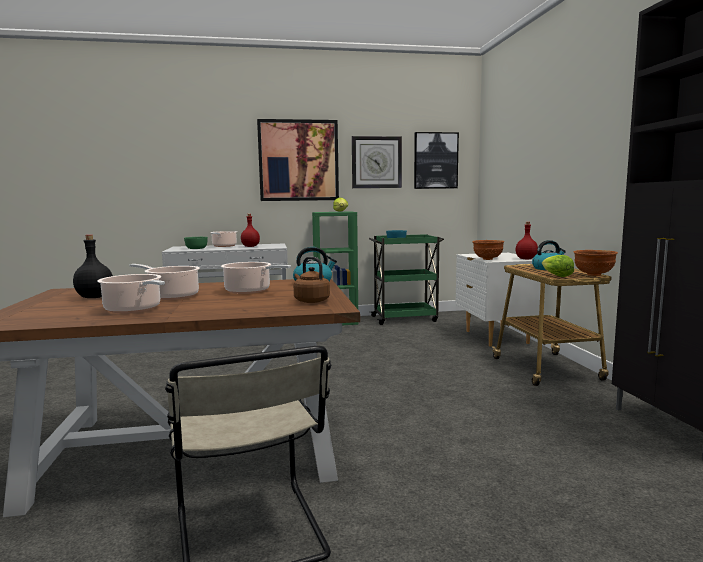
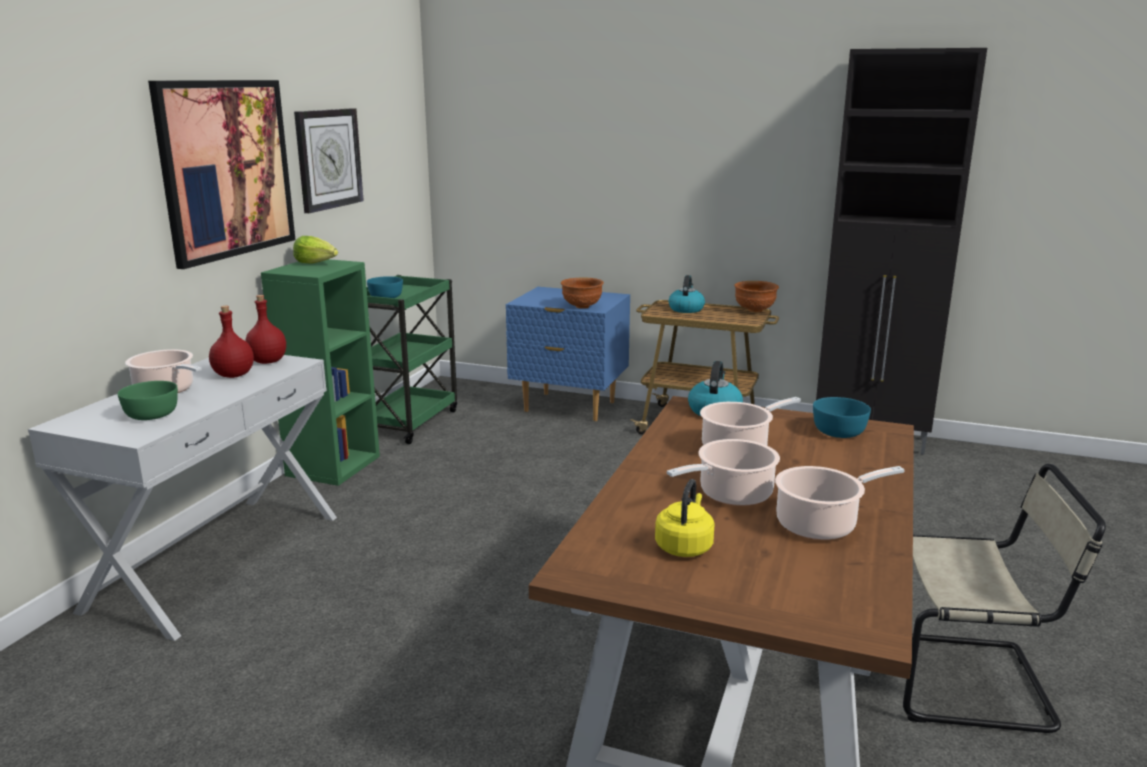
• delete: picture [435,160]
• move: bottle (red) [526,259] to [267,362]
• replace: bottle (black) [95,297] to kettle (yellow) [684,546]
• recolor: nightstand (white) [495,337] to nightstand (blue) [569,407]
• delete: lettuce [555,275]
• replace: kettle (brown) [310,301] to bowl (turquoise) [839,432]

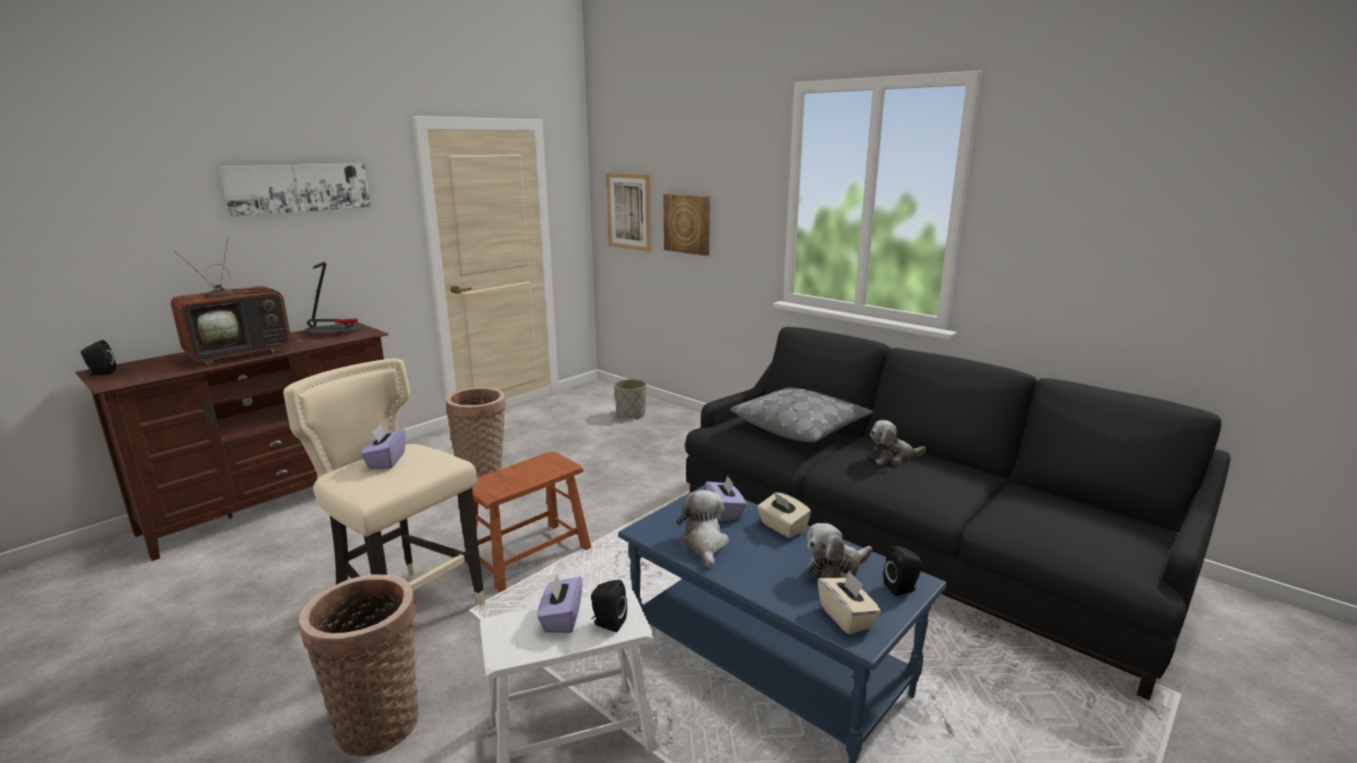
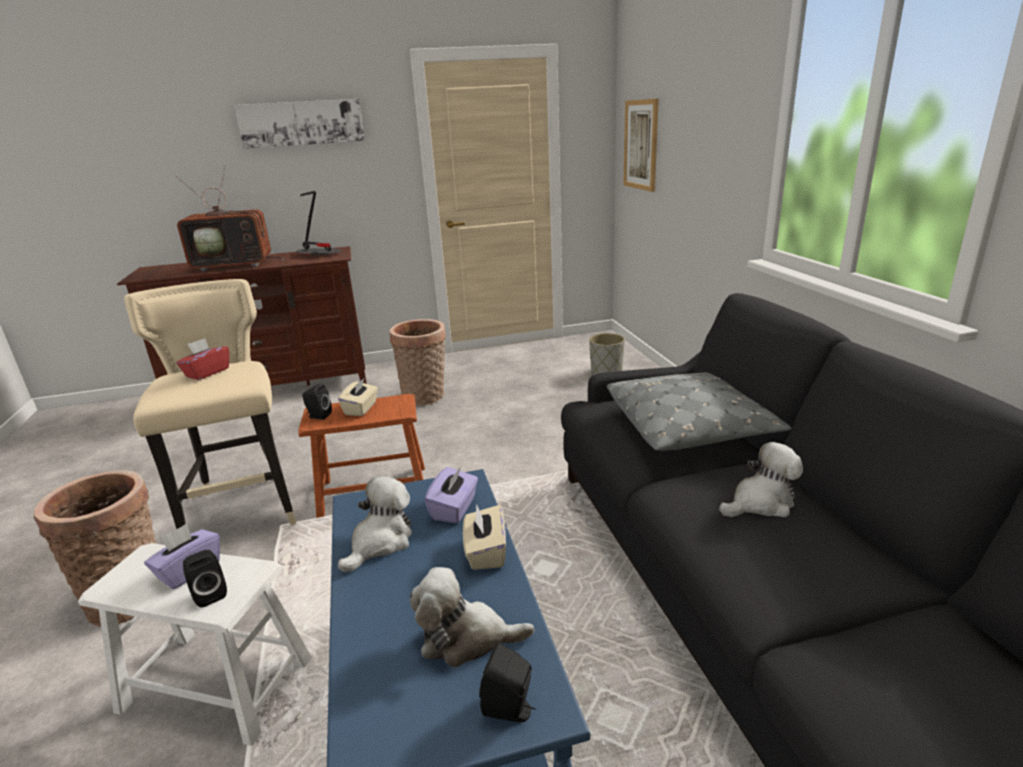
• delete: picture [687,224]
• move: speaker (black) [101,373] to [318,416]
• rotate: plush toy [892,458] = [761,503] 135 degrees clockwise
• recolor: tissue box (purple) [386,461] to tissue box (red) [207,372]
• move: tissue box (beige) [847,617] to [361,409]

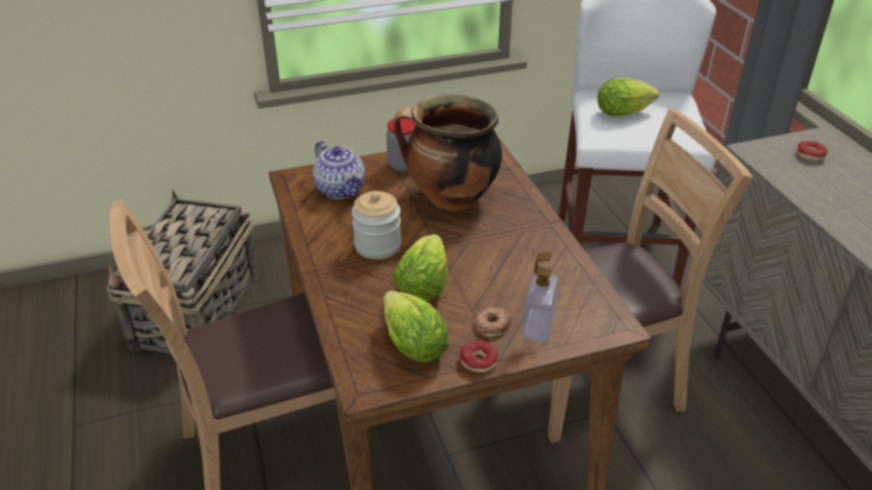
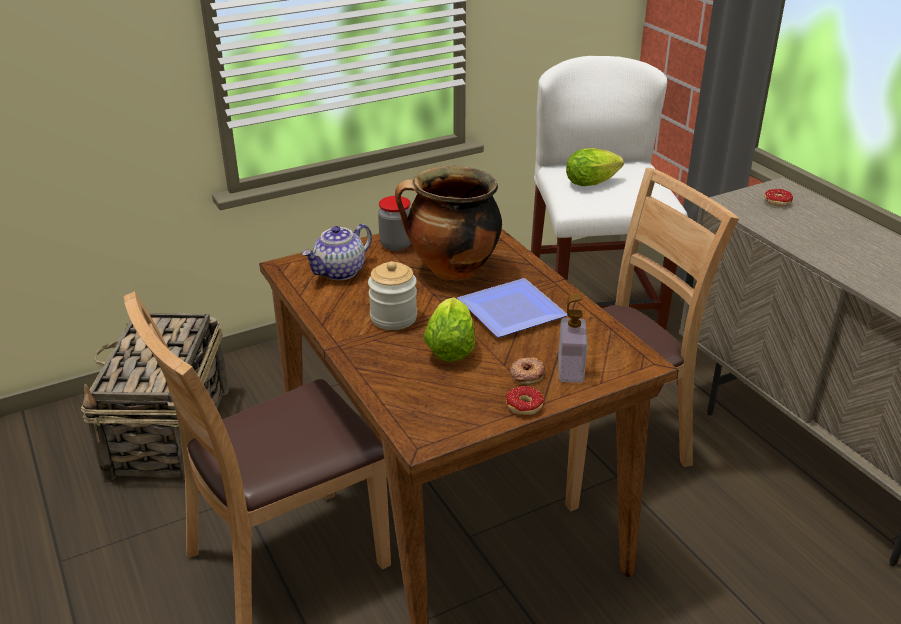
• rotate: teapot [341,189] = [340,272] 90 degrees clockwise
• delete: lettuce [411,342]
• insert: plate [510,313]

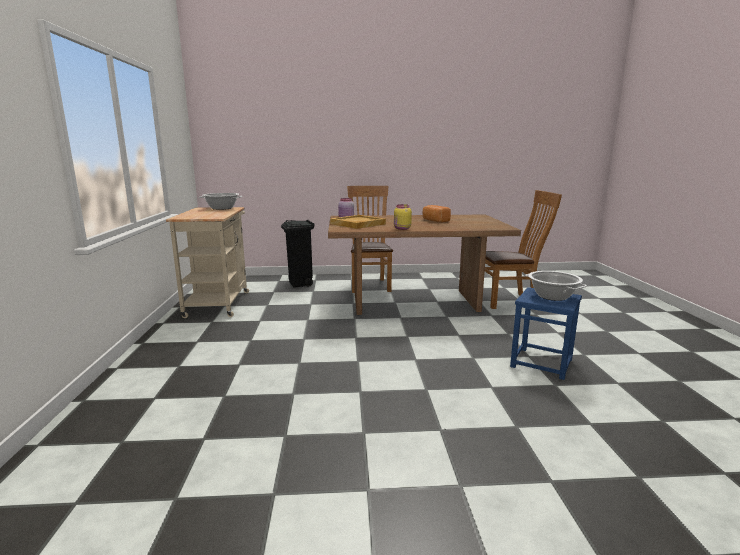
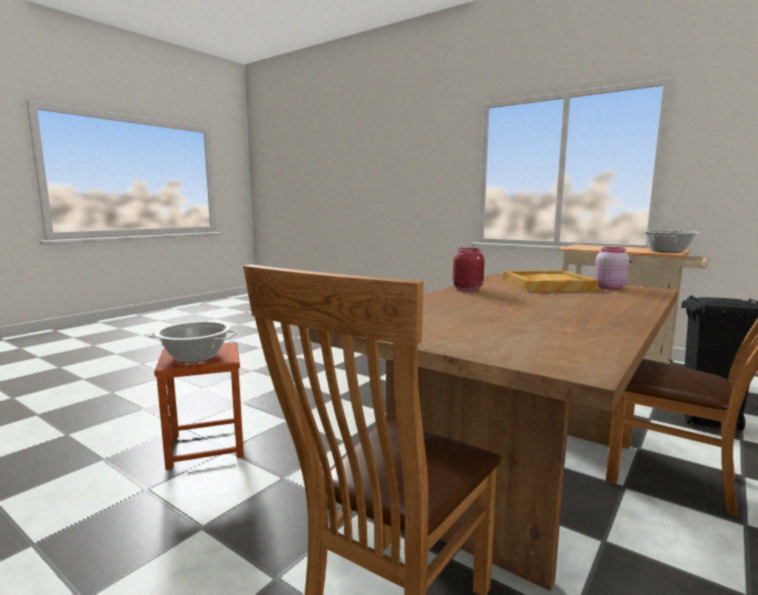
• recolor: jar (yellow) [402,228] to jar (red) [467,289]
• delete: bread [435,221]
• recolor: stool (blue) [541,363] to stool (brown) [206,447]

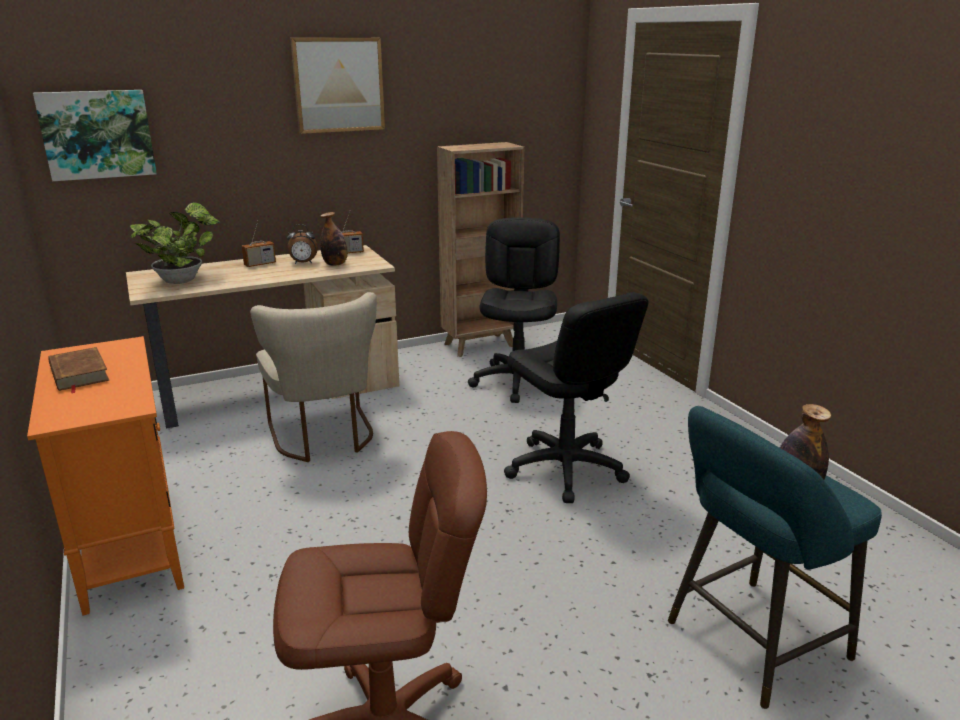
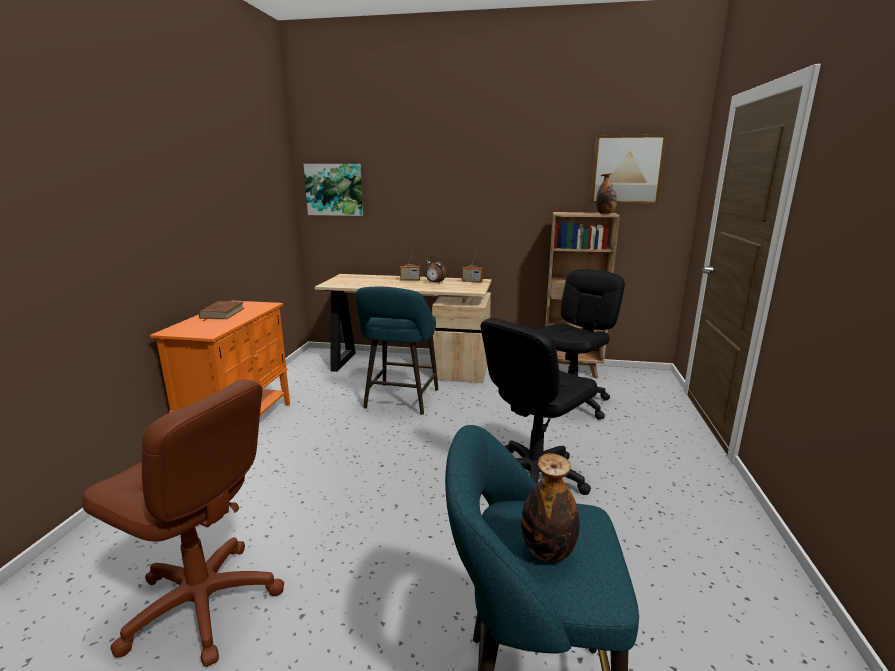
• move: picture [338,85] to [626,169]
• delete: potted plant [183,280]
• move: bottle [335,264] to [605,214]
• replace: chair (beige) [324,438] to stool (turquoise) [400,401]
• rotate: office chair (black) [565,469] = [533,477] 45 degrees clockwise

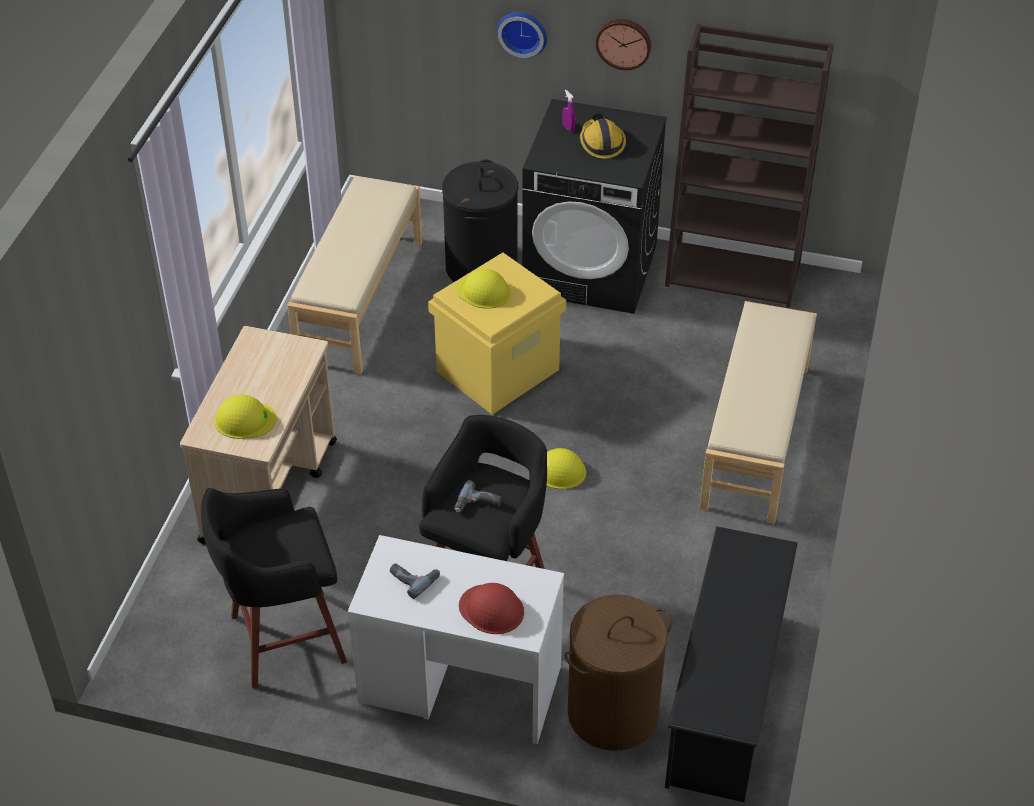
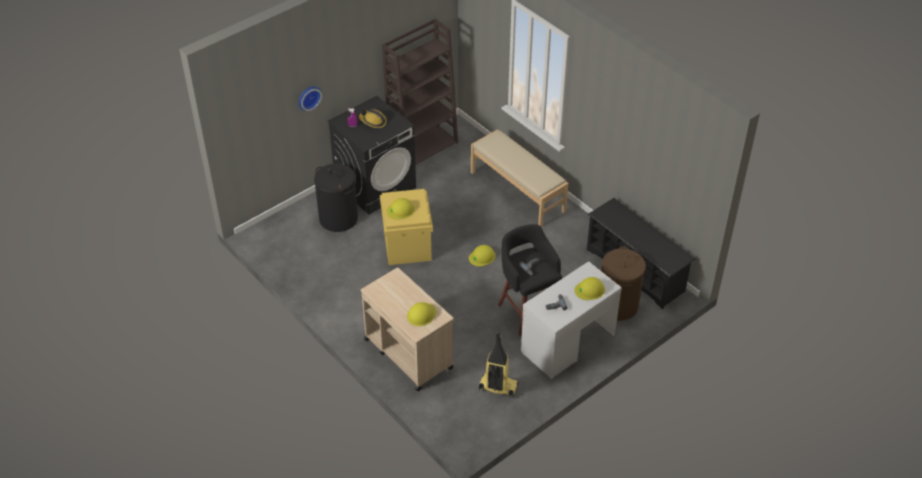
• delete: wall clock [624,43]
• delete: bench (beige) [359,300]
• replace: stool (black) [283,639] to vacuum cleaner [497,387]
• recolor: hard hat (red) [491,609] to hard hat (yellow) [590,290]

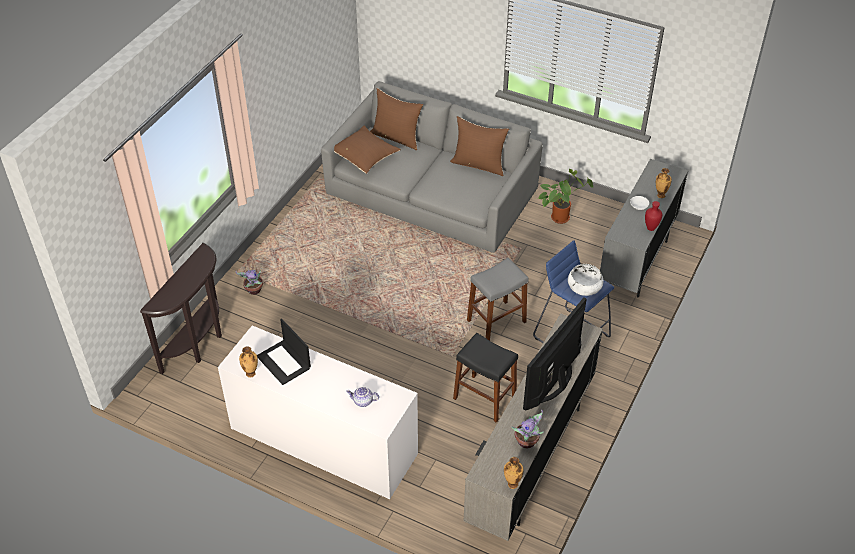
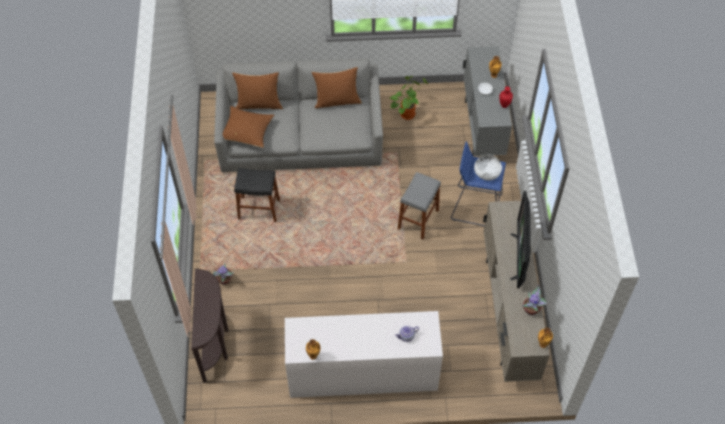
• delete: laptop [284,362]
• move: stool (black) [484,398] to [259,209]

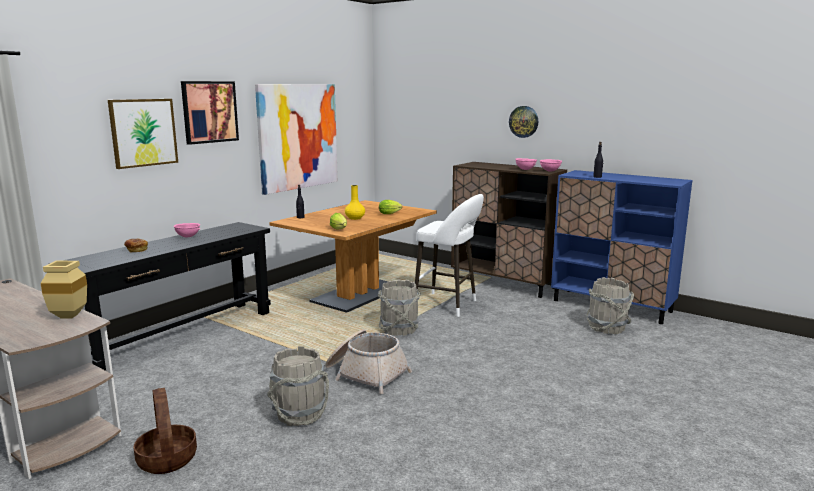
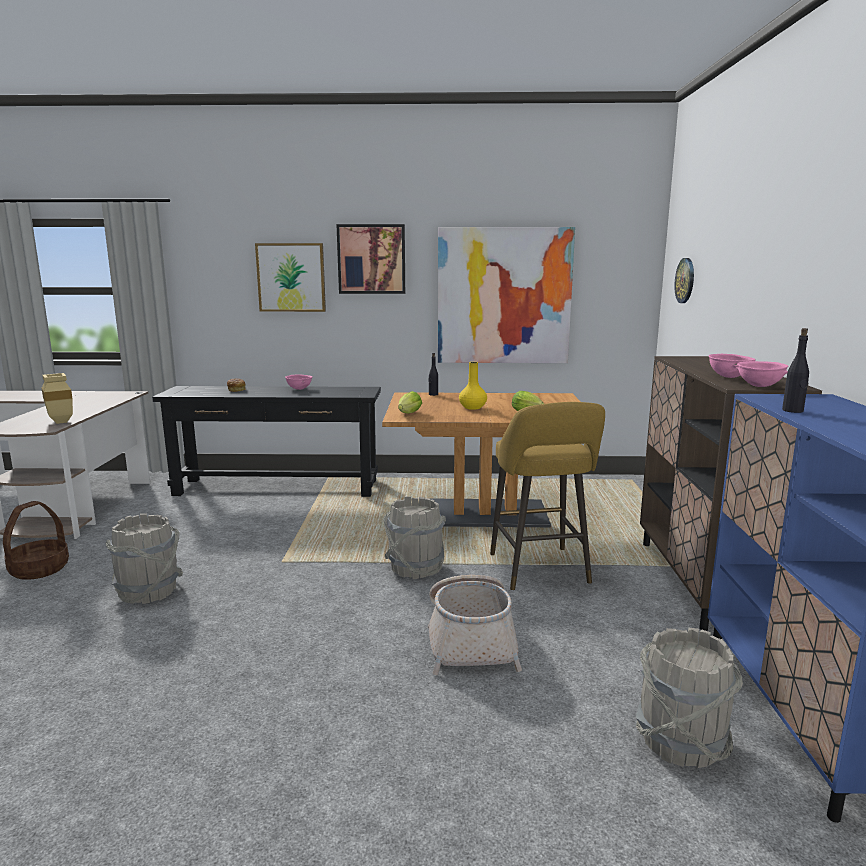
• move: wall clock [523,121] to [685,280]
• recolor: stool (white) [448,305] to stool (yellow) [540,571]
• move: basket [365,373] to [470,640]

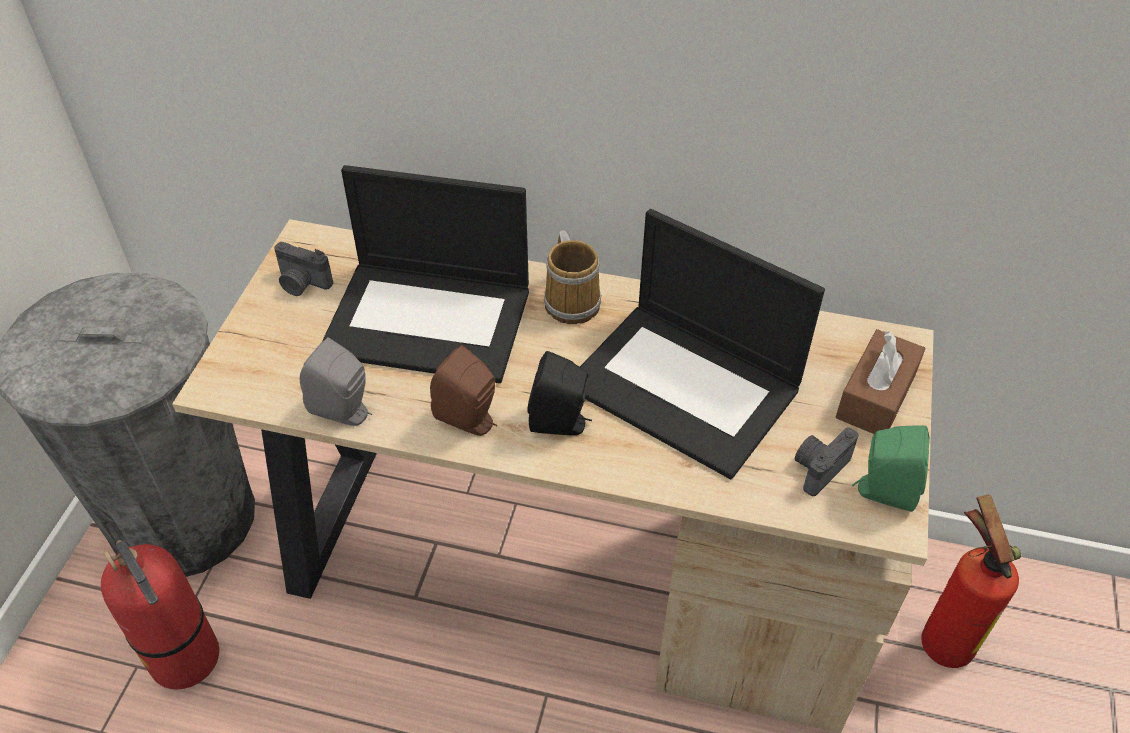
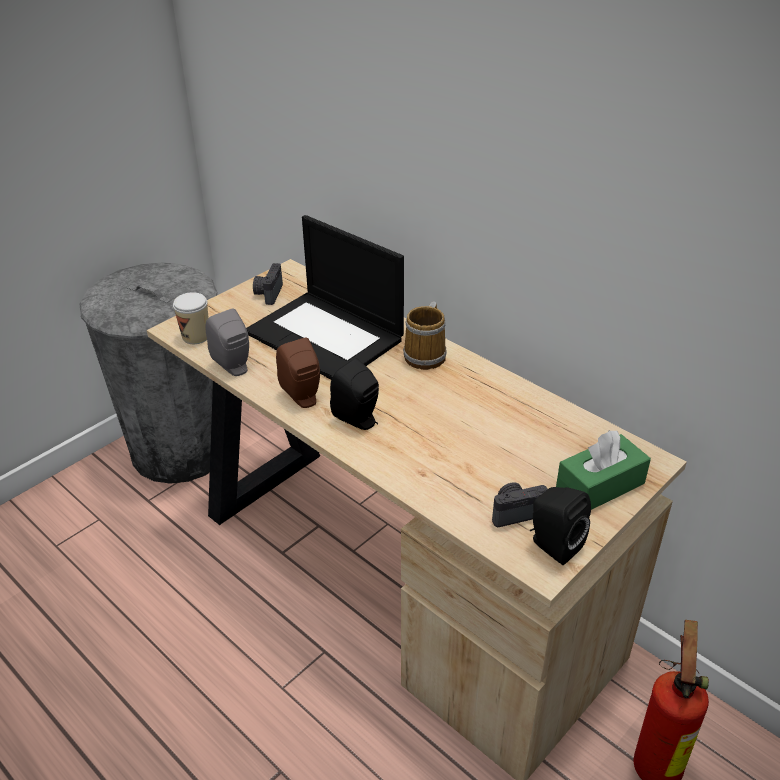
• delete: laptop [686,387]
• rotate: photo camera [302,284] = [268,293] 45 degrees clockwise
• recolor: tissue box (brown) [875,396] to tissue box (green) [600,485]
• recolor: speaker (green) [883,491] to speaker (black) [552,545]
• delete: fire extinguisher [186,658]
• insert: cup [196,336]

